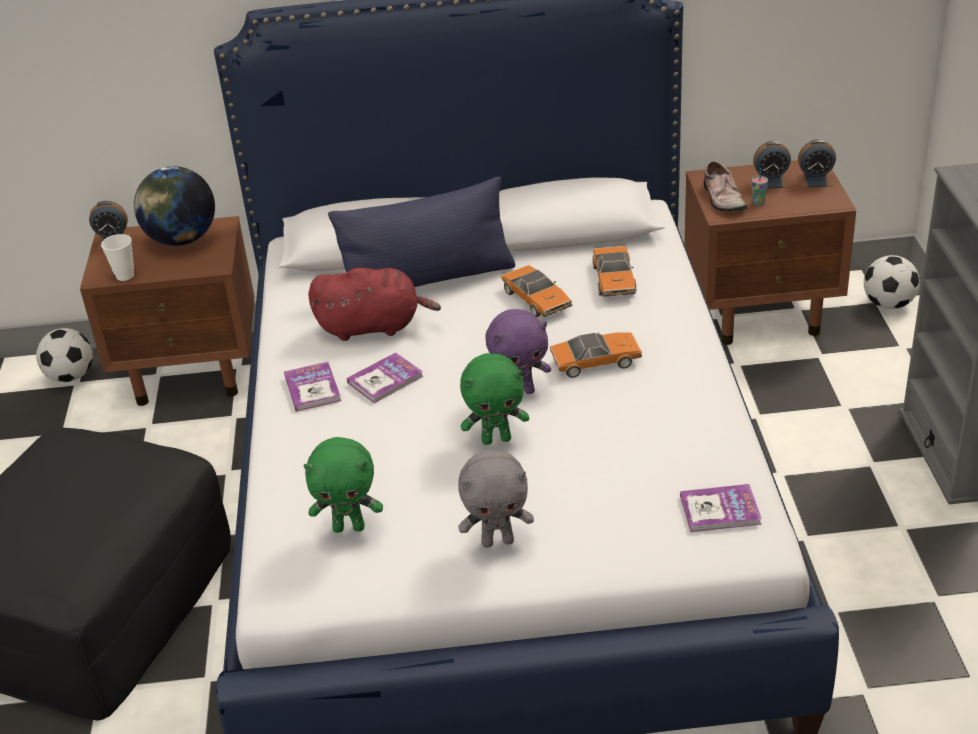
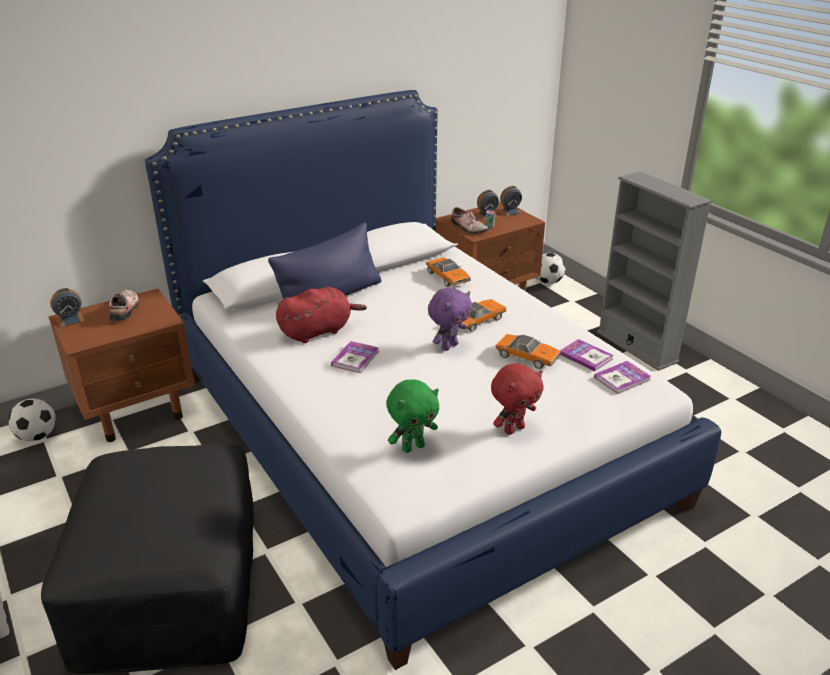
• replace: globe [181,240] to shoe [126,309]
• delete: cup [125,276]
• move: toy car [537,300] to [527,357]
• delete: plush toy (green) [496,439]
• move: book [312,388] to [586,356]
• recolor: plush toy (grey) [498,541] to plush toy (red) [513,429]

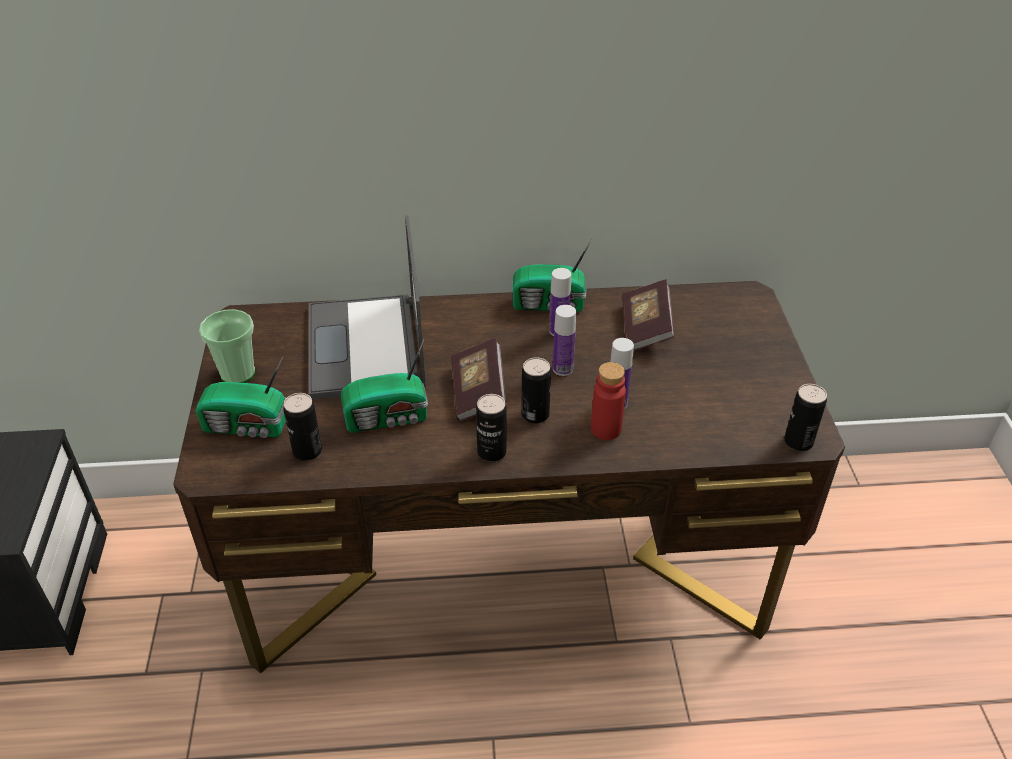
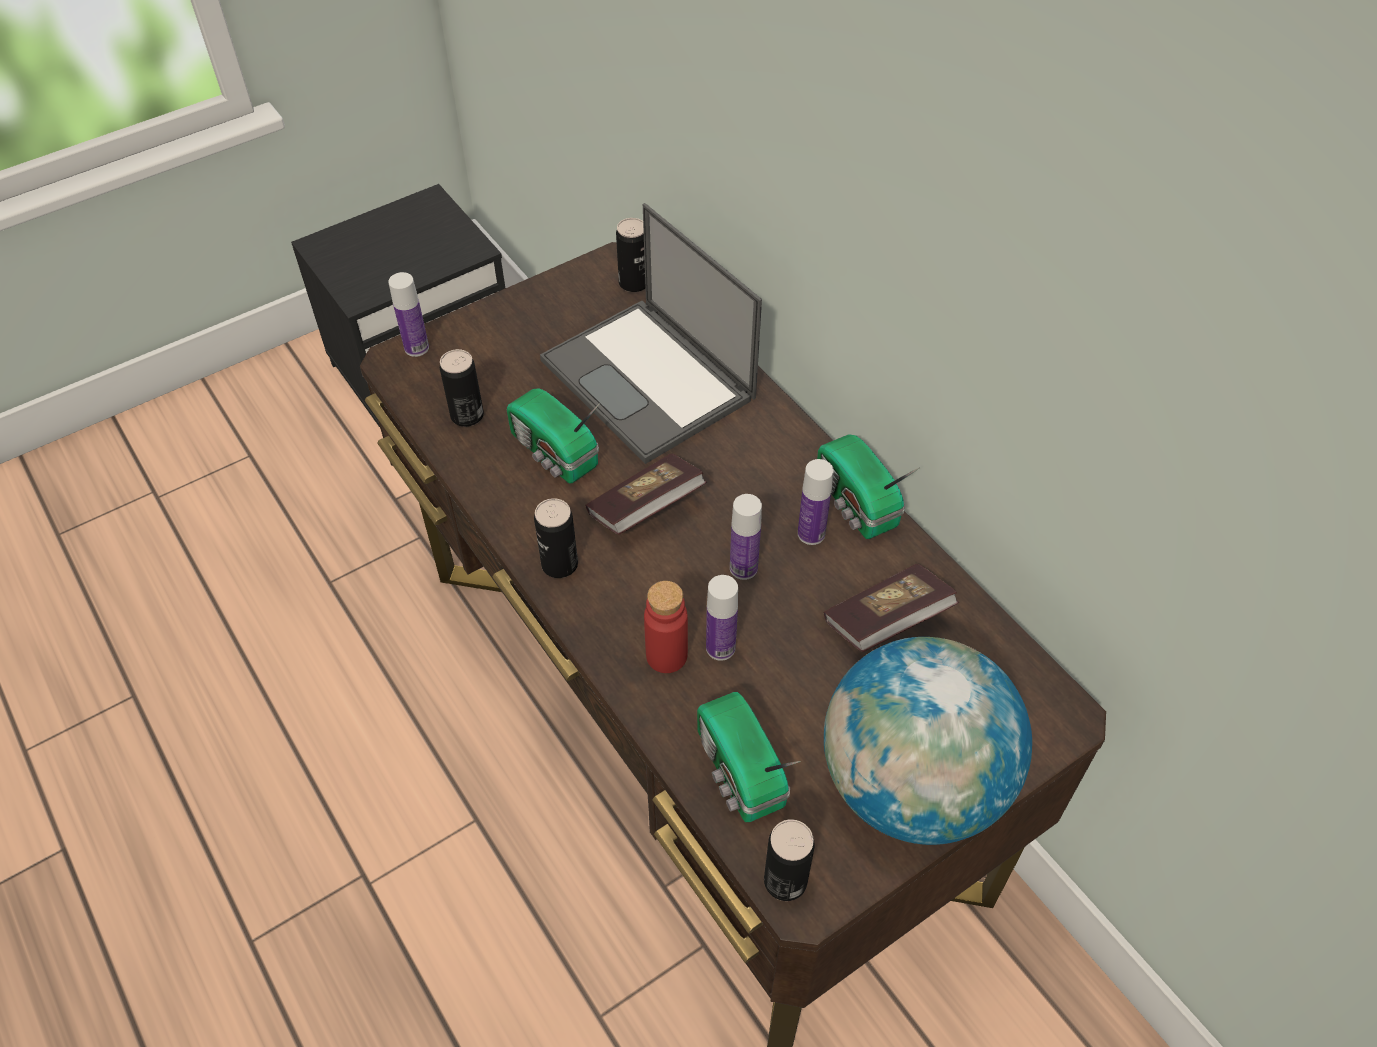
• rotate: laptop [366,347] = [650,380] 90 degrees counterclockwise
• delete: cup [237,373]
• move: radio [247,426] to [739,773]
• move: can [535,414] to [634,283]
• insert: bottle [416,348]
• insert: globe [911,785]

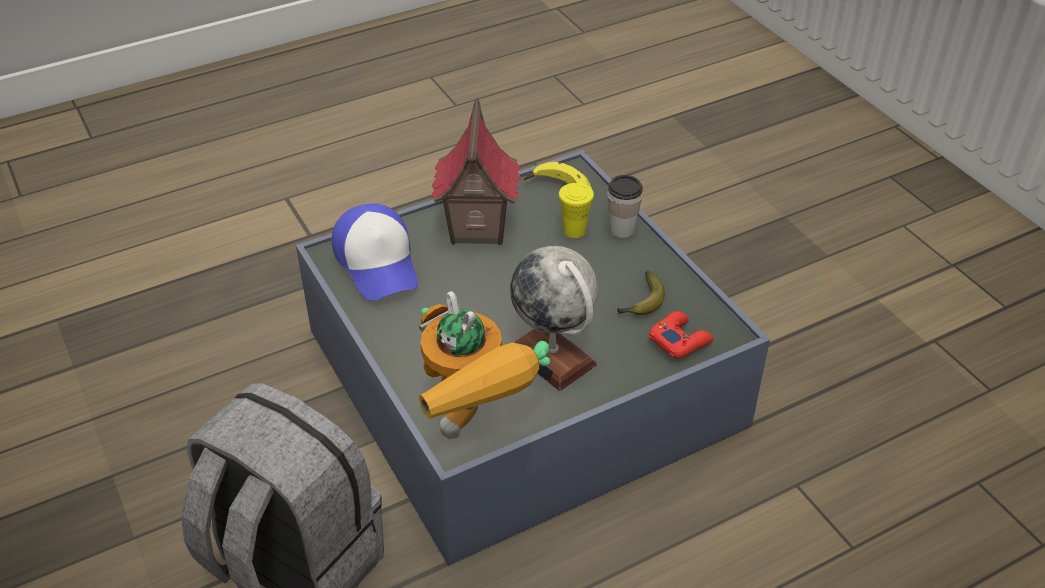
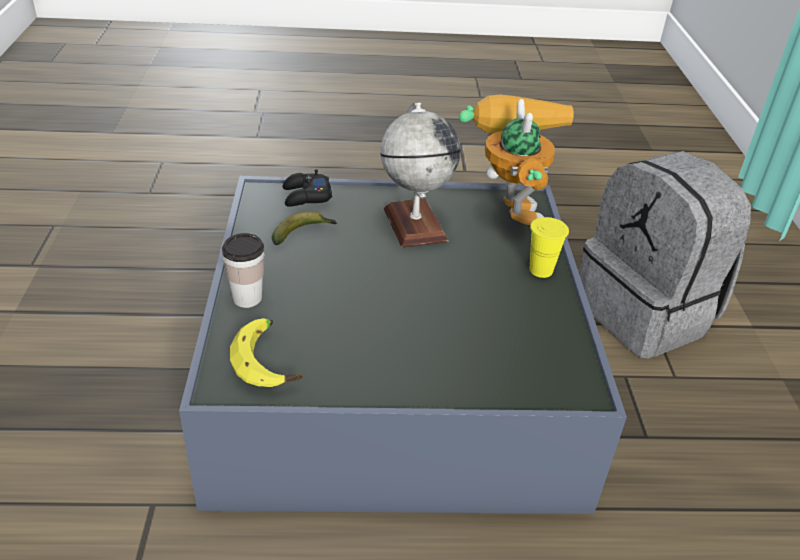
• delete: toy house [476,228]
• move: cup (yellow) [574,231] to [541,270]
• delete: cap [378,263]
• recolor: game controller (red) [679,340] to game controller (black) [306,196]

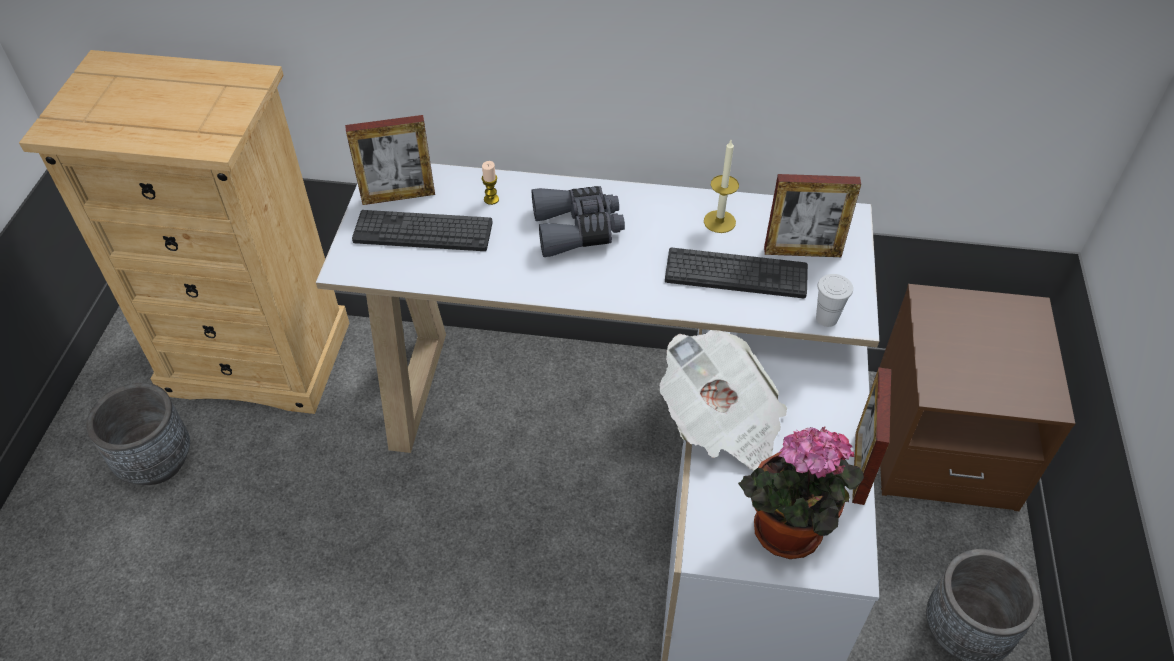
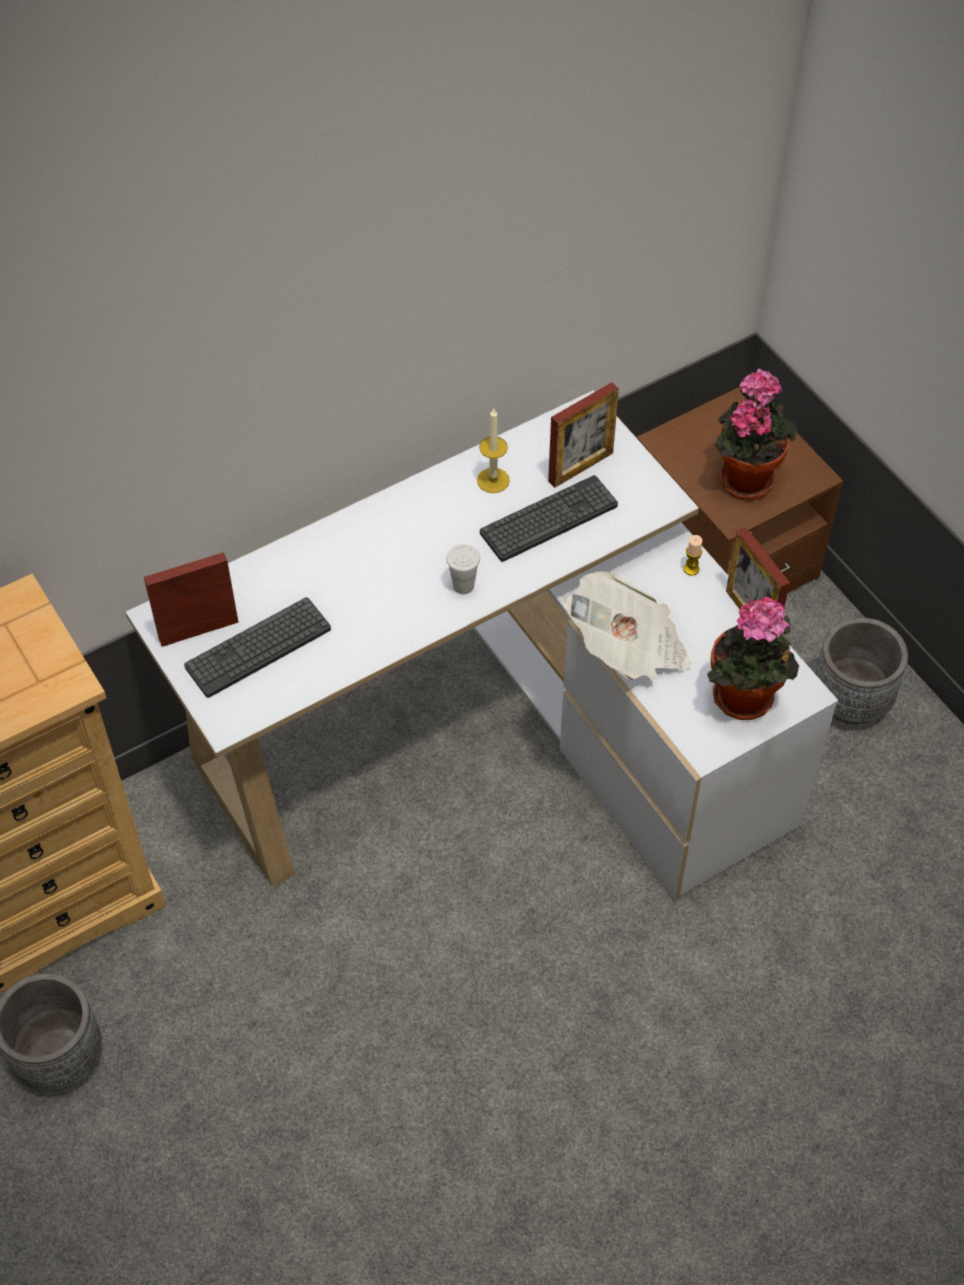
• rotate: picture frame [398,196] = [198,630] 150 degrees counterclockwise
• move: candle [491,199] to [691,569]
• delete: binoculars (grey) [577,229]
• move: cup (white) [826,318] to [463,586]
• insert: potted plant [745,477]

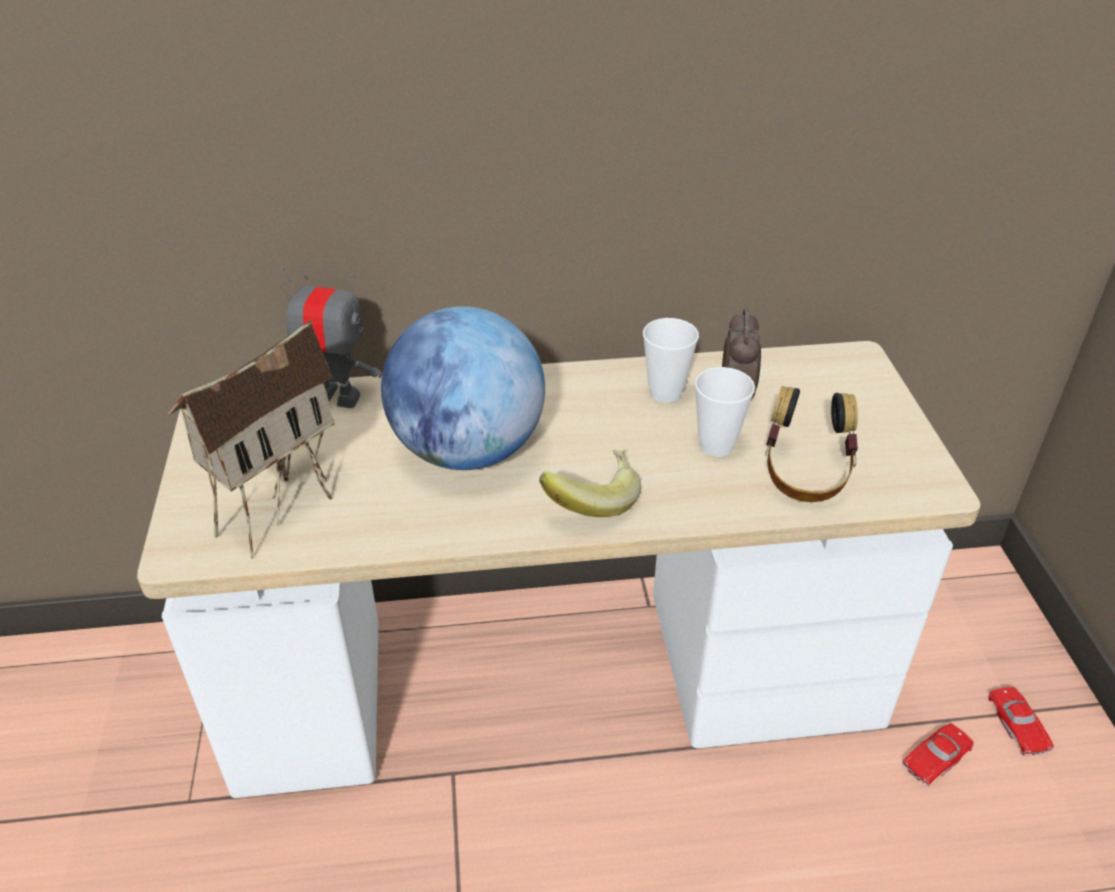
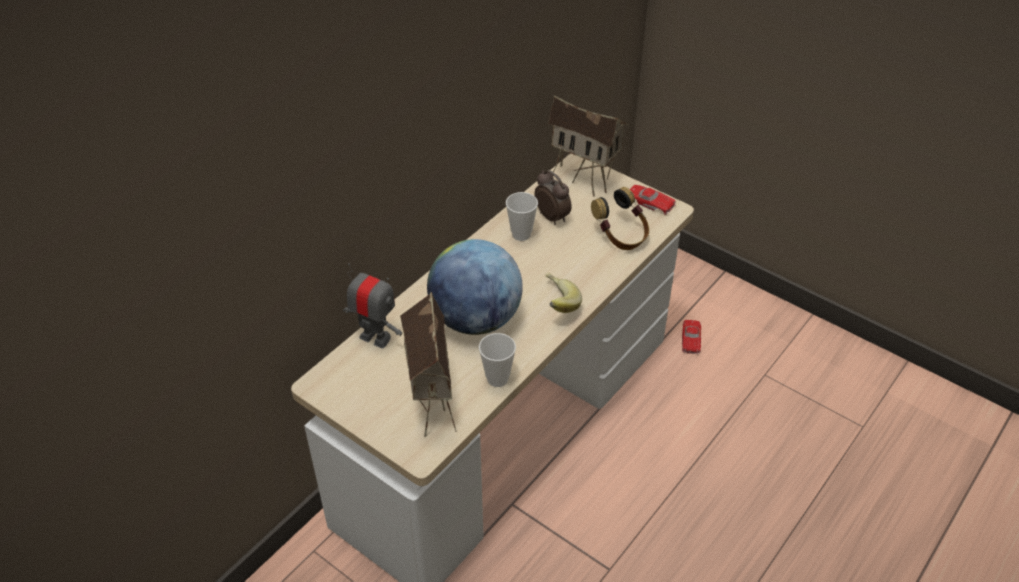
• rotate: toy robot [336,397] = [375,338] 60 degrees clockwise
• move: cup [716,445] to [497,379]
• move: toy car (red) [1018,724] to [650,202]
• insert: toy house [584,180]

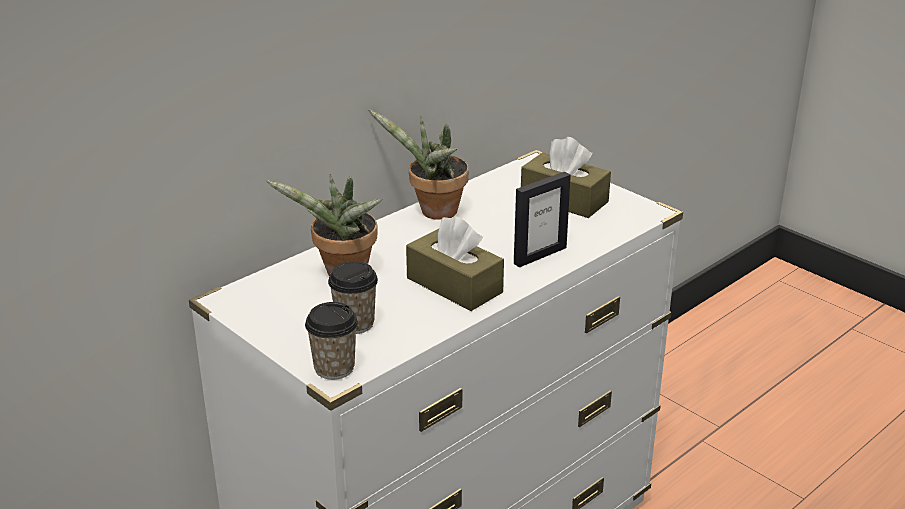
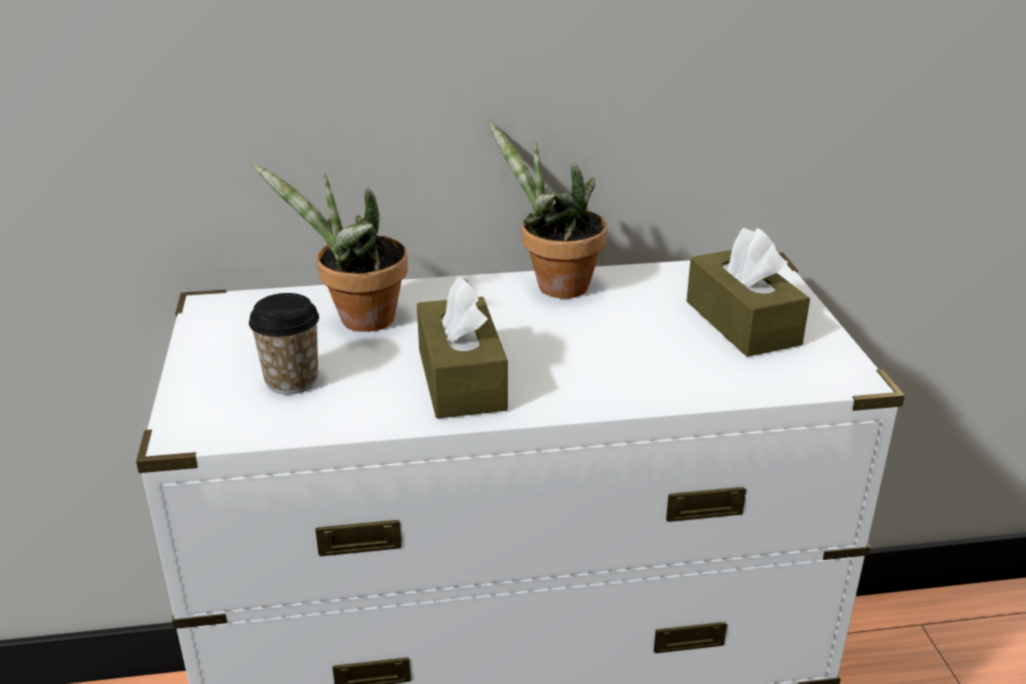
• delete: picture frame [539,255]
• delete: cup [334,368]

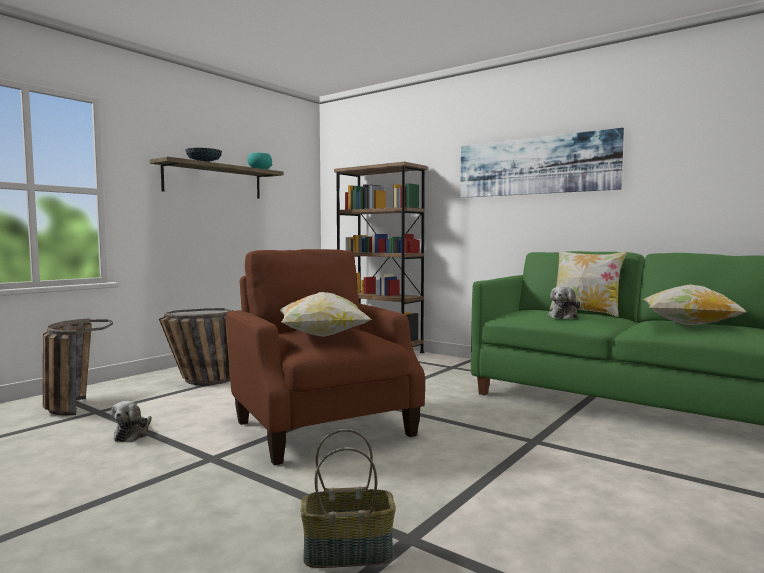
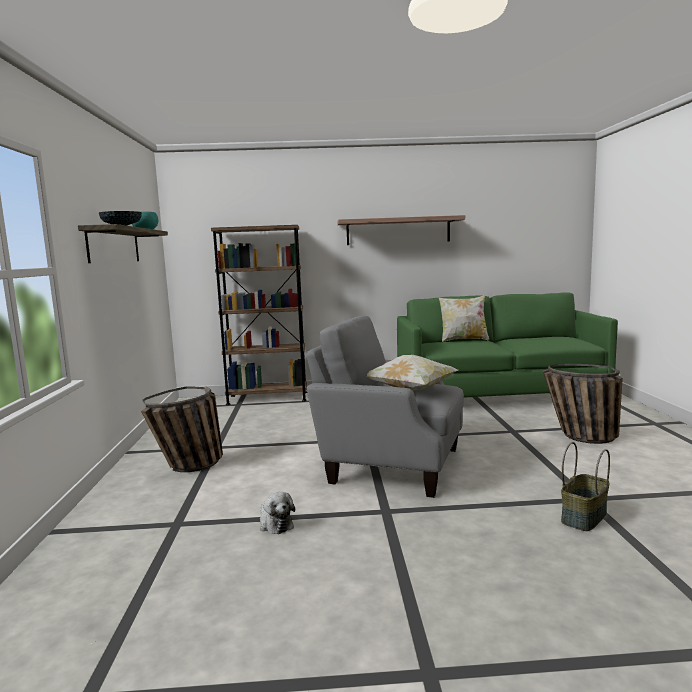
• replace: picture [535,166] to shelf [398,231]
• recolor: armchair (brown) [322,426] to armchair (grey) [391,464]
• delete: pillow [688,325]
• delete: plush toy [564,316]
• move: basket [73,404] to [576,436]

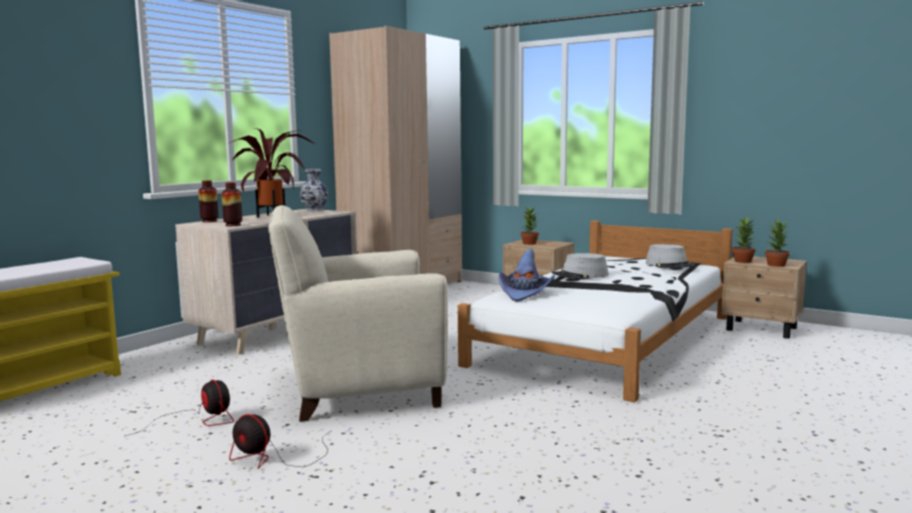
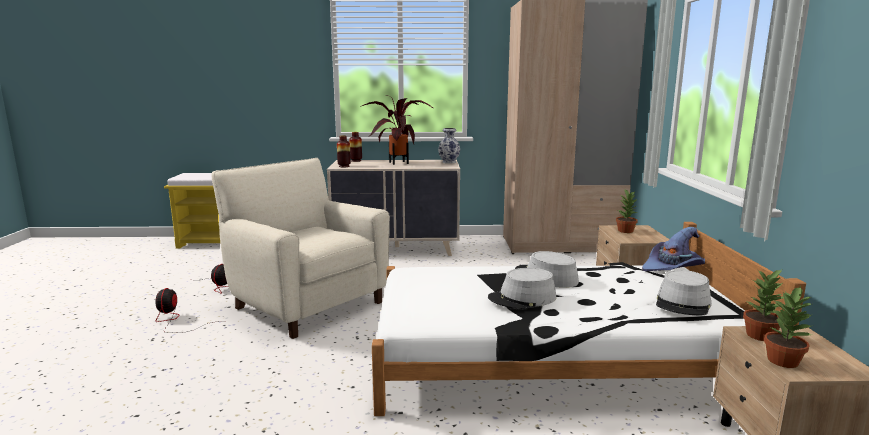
• move: hat (purple) [525,293] to [673,267]
• insert: hat (grey) [522,298]

